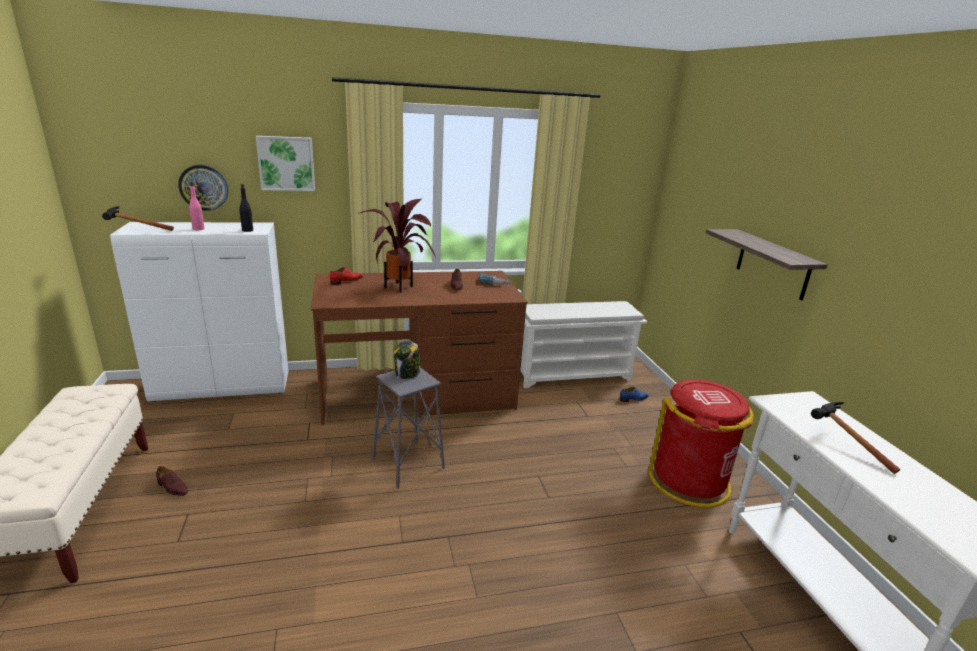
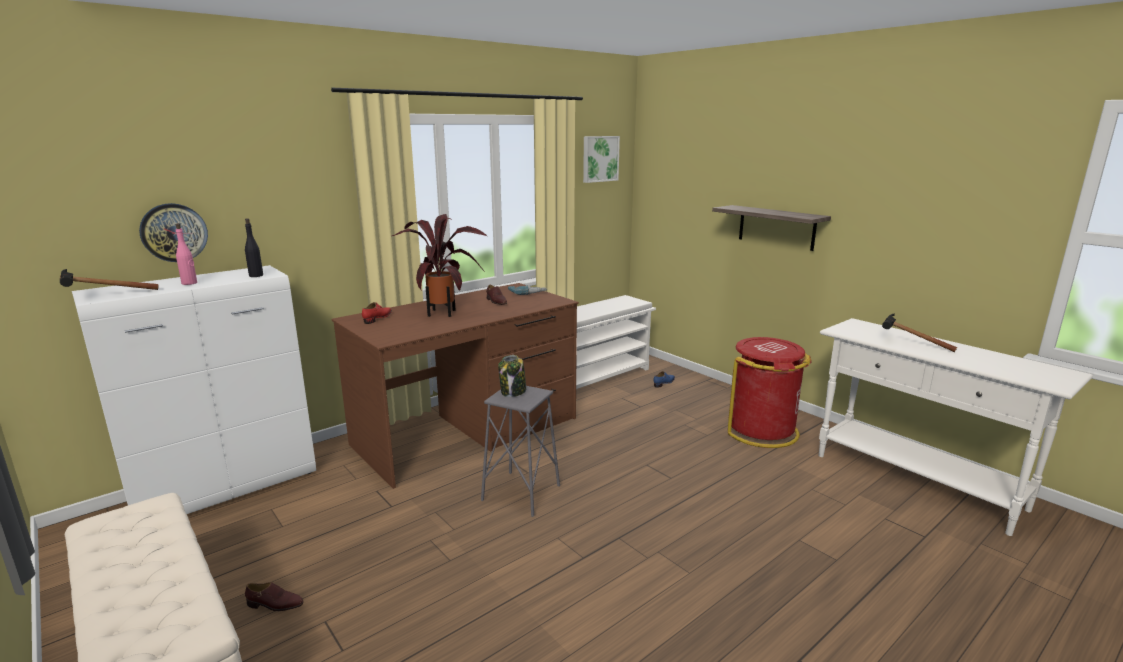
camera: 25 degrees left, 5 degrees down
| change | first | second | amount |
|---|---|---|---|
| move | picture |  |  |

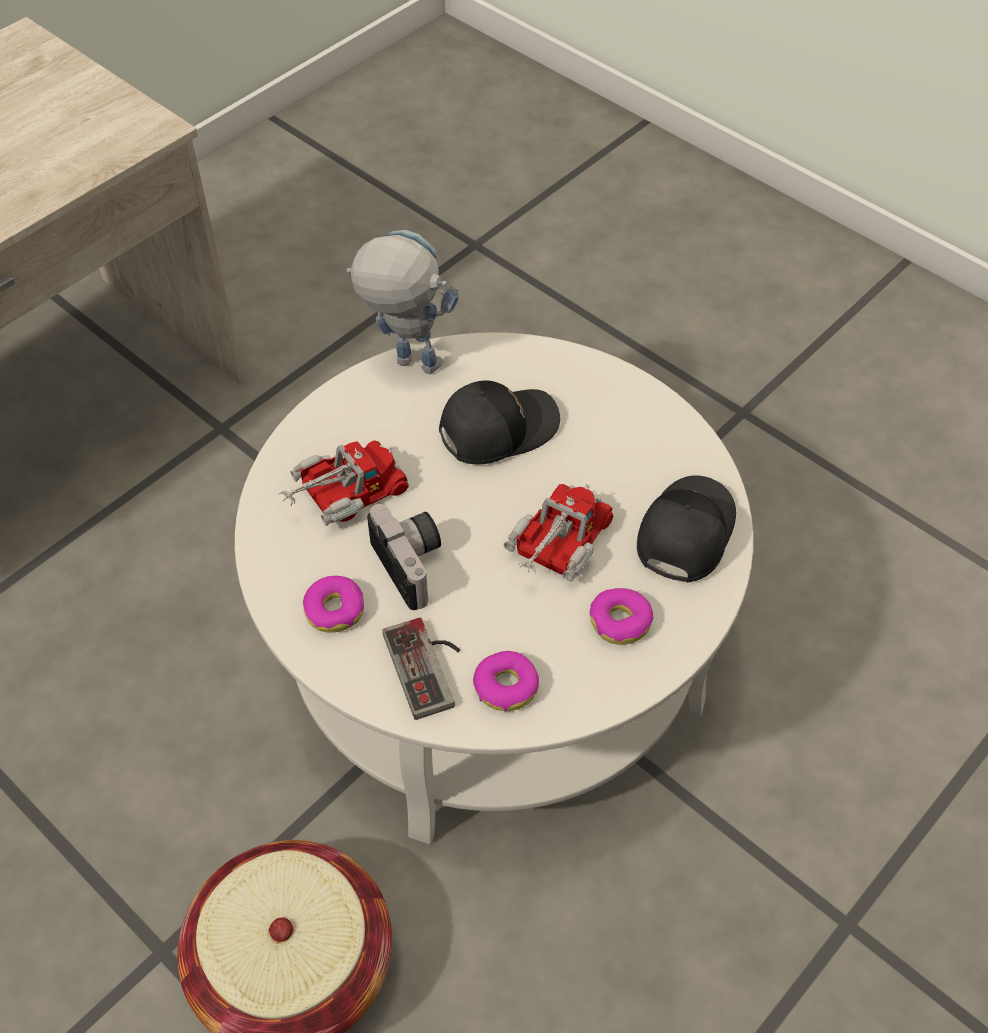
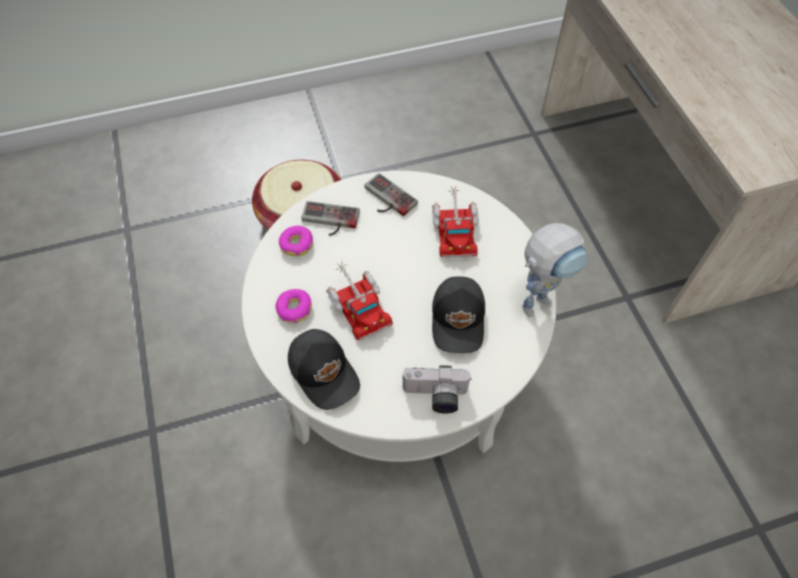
camera: 120 degrees right, 5 degrees up
| change | first | second | amount |
|---|---|---|---|
| move | still camera |  |  |
| replace | ring doughnut (1st from left) | game controller (2nd from left) |  |

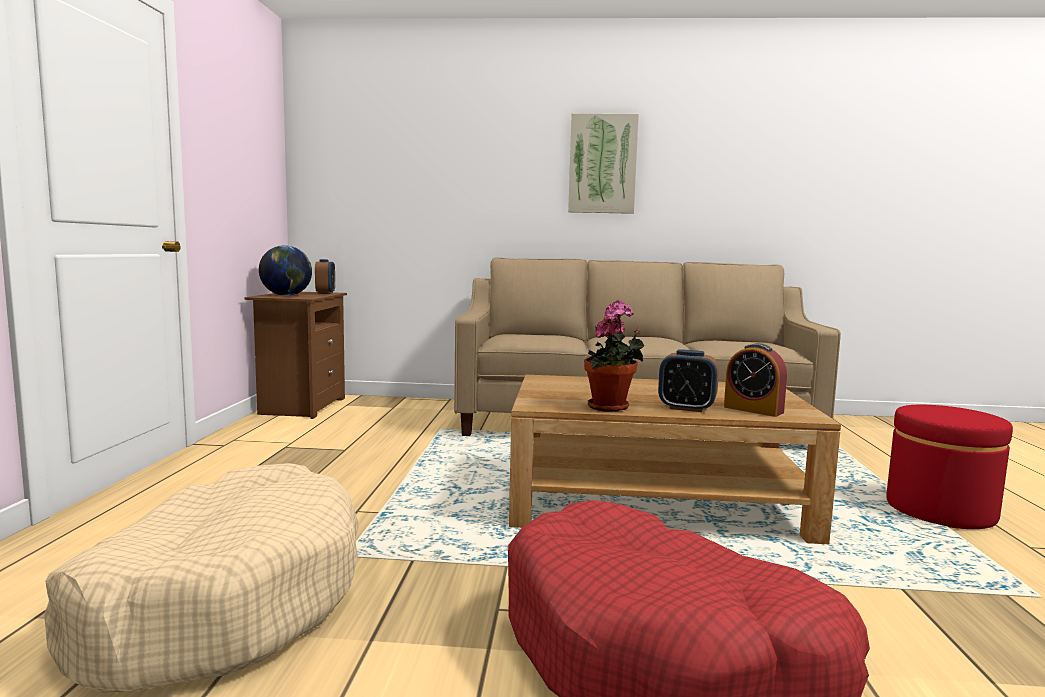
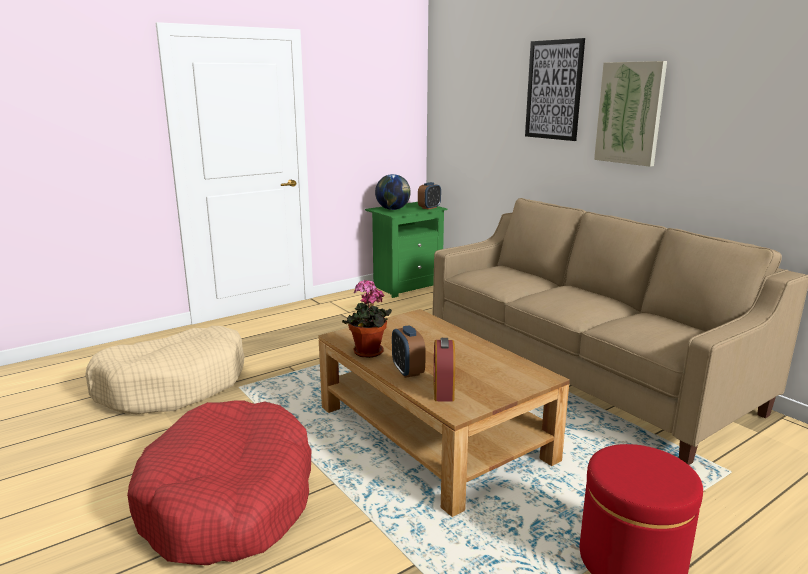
camera: 50 degrees right, 10 degrees up
| change | first | second | amount |
|---|---|---|---|
| recolor | brownish bedside table | green bedside table |  |
| insert |  | picture (1st from left) |  |

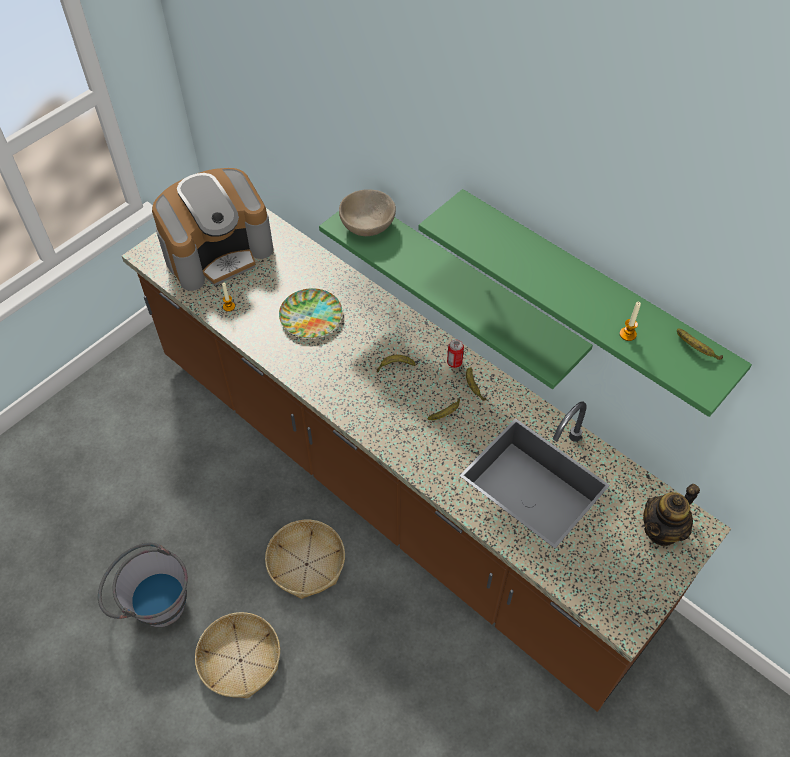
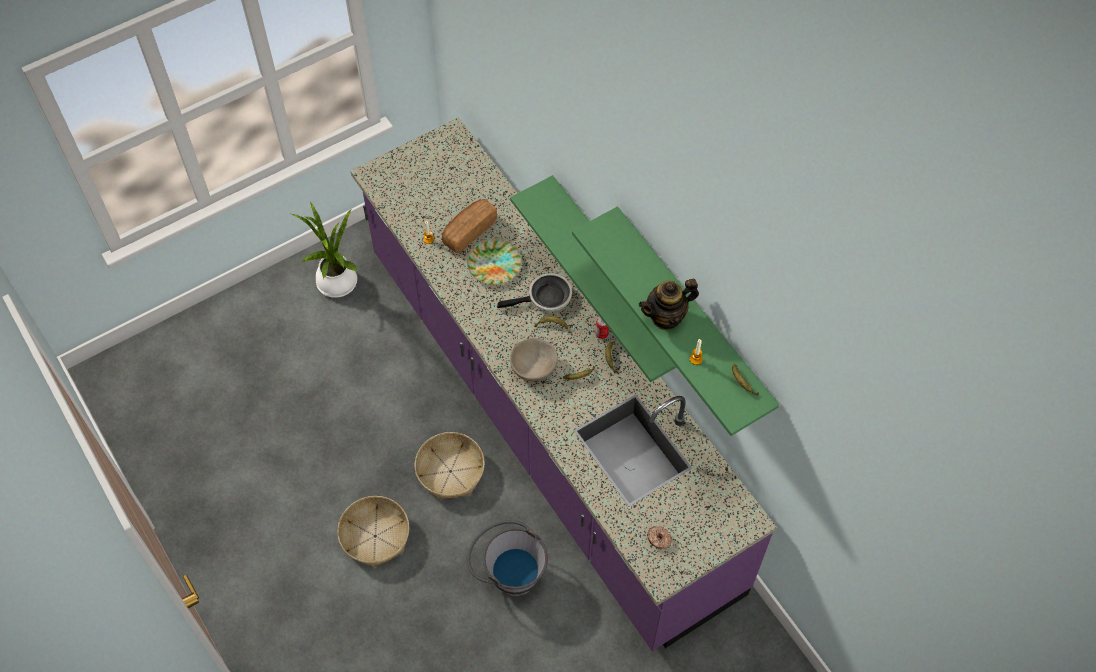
camera: 15 degrees right, 5 degrees up
| change | first | second | amount |
|---|---|---|---|
| delete | coffee maker |  |  |
| move | beige bowl |  |  |
| recolor | brownish kitchen base unit | purple-coloured kitchen base unit |  |
| move | tea pot |  |  |
| move | gray bucket |  |  |
| insert |  | baked bread |  |
| insert |  | houseplant |  |
| insert |  | skillet |  |
| insert |  | ring doughnut |  |

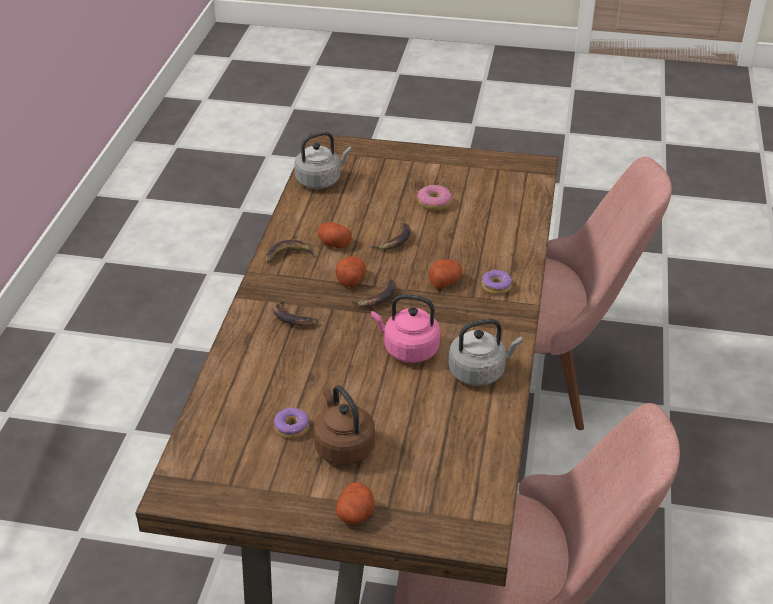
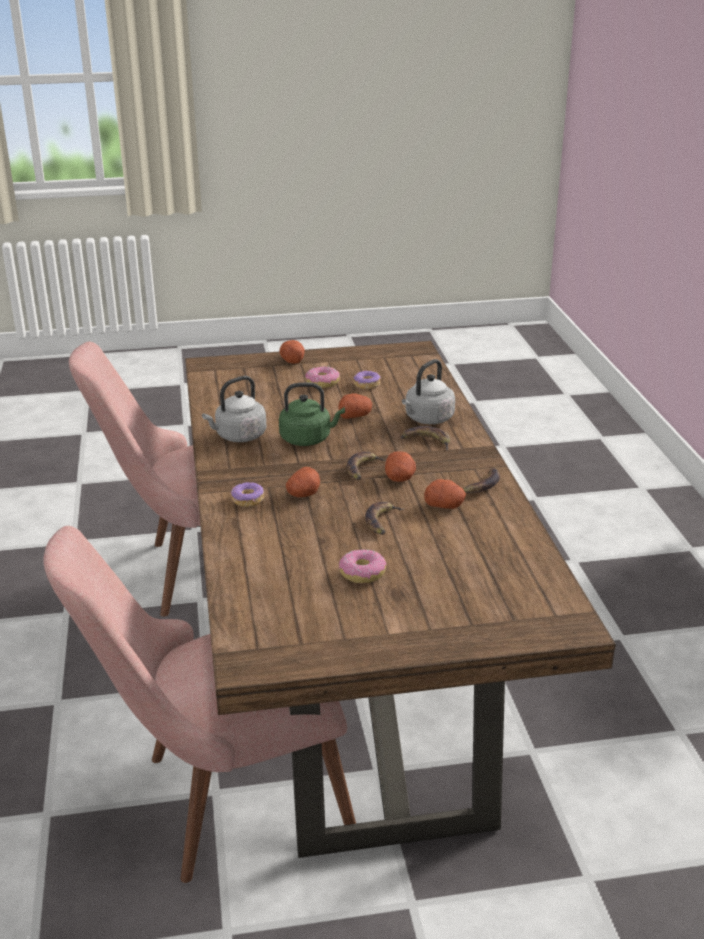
camera: 160 degrees right, 10 degrees down
| change | first | second | amount |
|---|---|---|---|
| move | gray water kettle (1st from left in the first image) | gray water kettle (2nd from left) |  |
| recolor | pink water kettle | green water kettle |  |
| replace | brownish water kettle | ring doughnut (2nd from left) |  |
| insert |  | spud (3rd from left) |  |

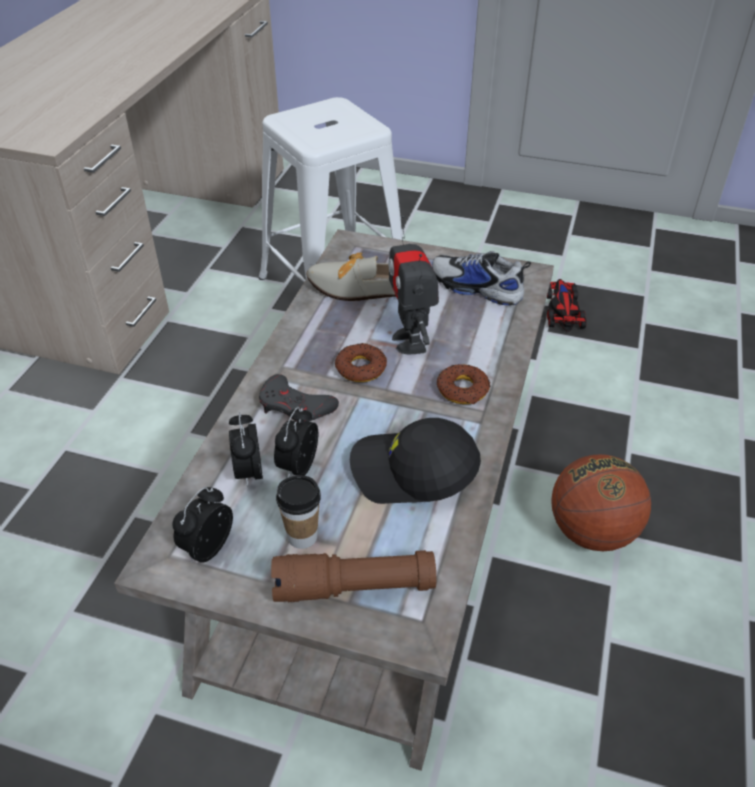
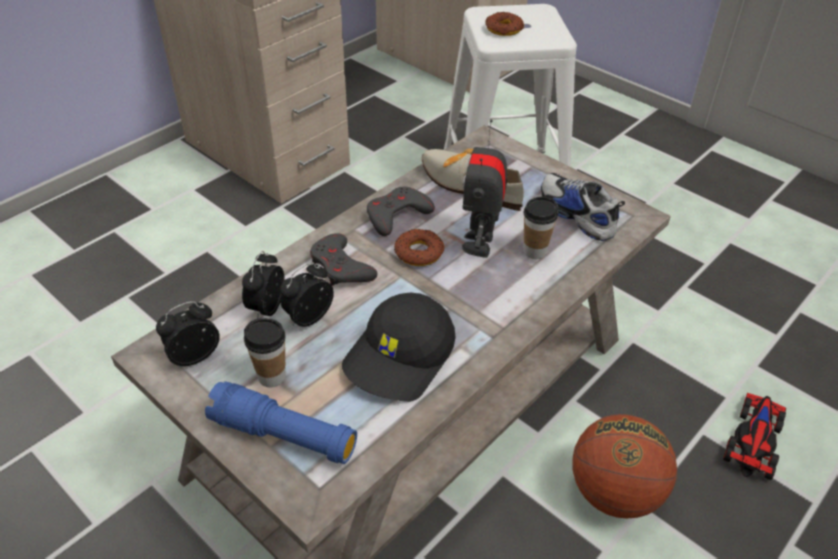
camera: 25 degrees right, 0 degrees up
| change | first | second | amount |
|---|---|---|---|
| move | toy car |  |  |
| move | ring doughnut (2nd from left) |  |  |
| rotate | black baseball cap |  | 90 degrees counterclockwise |
| recolor | brownish flashlight | blue flashlight |  |
| insert |  | gray game controller (2nd from left) |  |
| insert |  | small cup (2nd from left) |  |

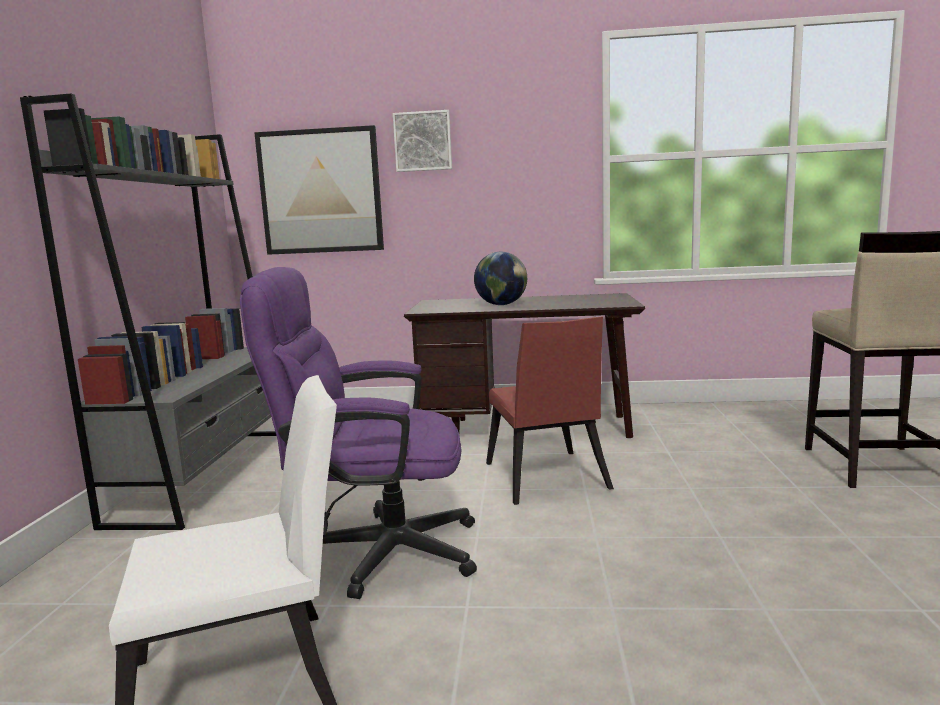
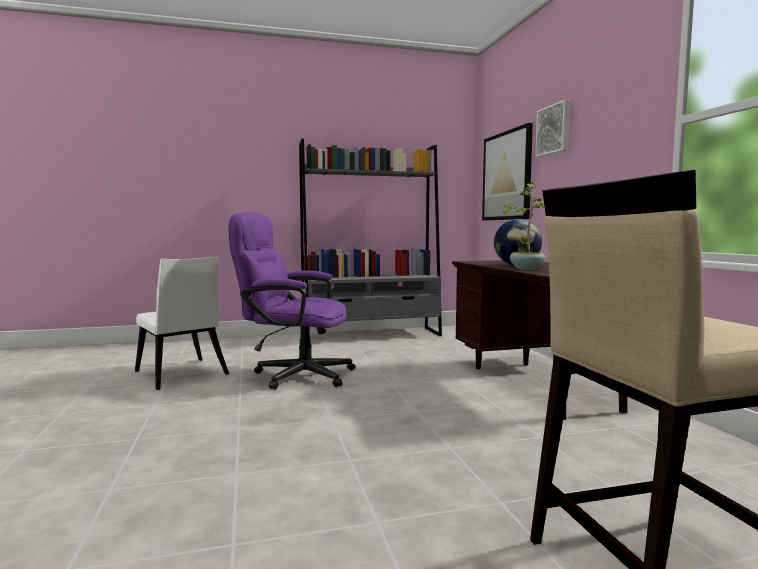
camera: 70 degrees right, 5 degrees down
| change | first | second | amount |
|---|---|---|---|
| rotate | purple-coloured computer chair |  | 60 degrees counterclockwise |
| delete | reddish upright chair |  |  |
| insert |  | houseplant |  |

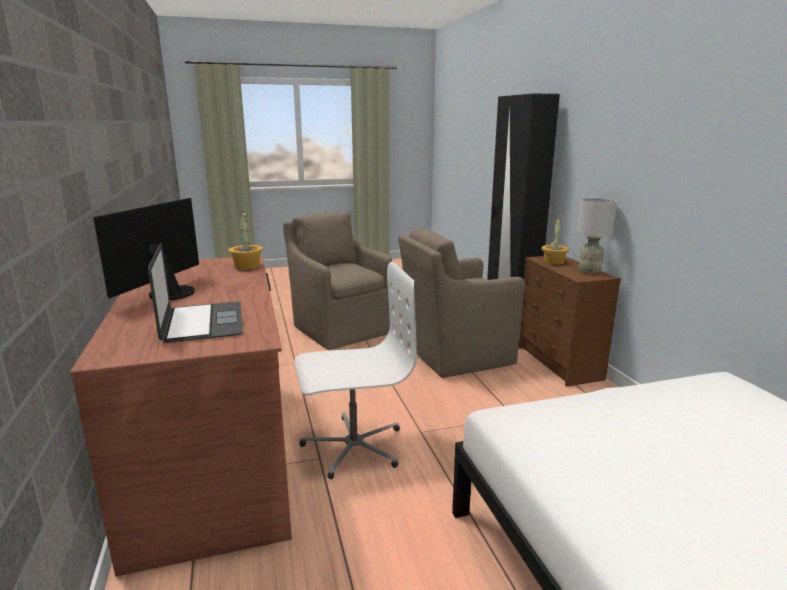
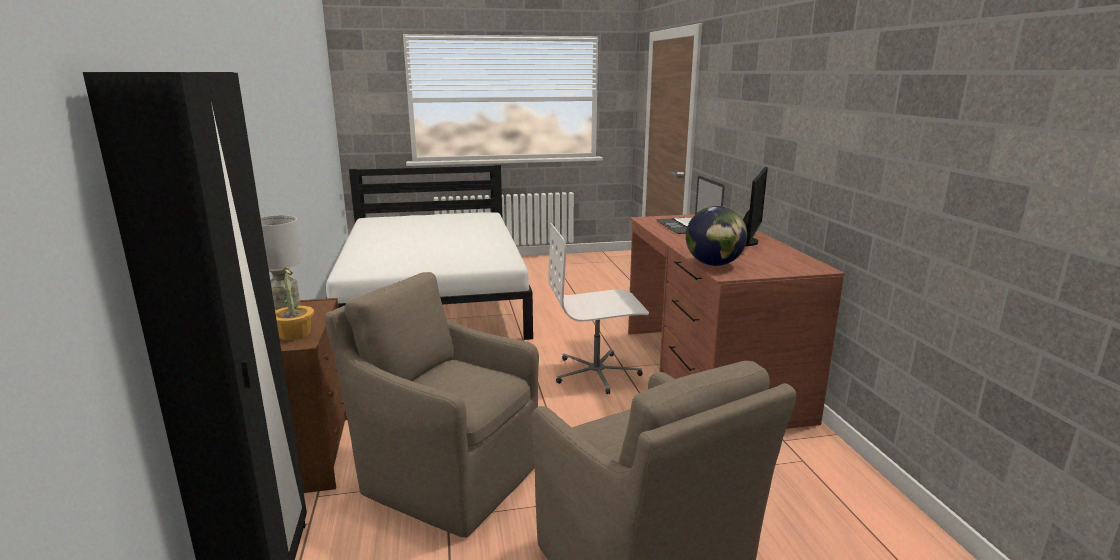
camera: 175 degrees left, 0 degrees up
| change | first | second | amount |
|---|---|---|---|
| replace | houseplant (1st from left) | world globe |  |
| rotate | brownish easy chair (2nd from left in the first image) | brownish easy chair (1st from left) | 135 degrees counterclockwise |

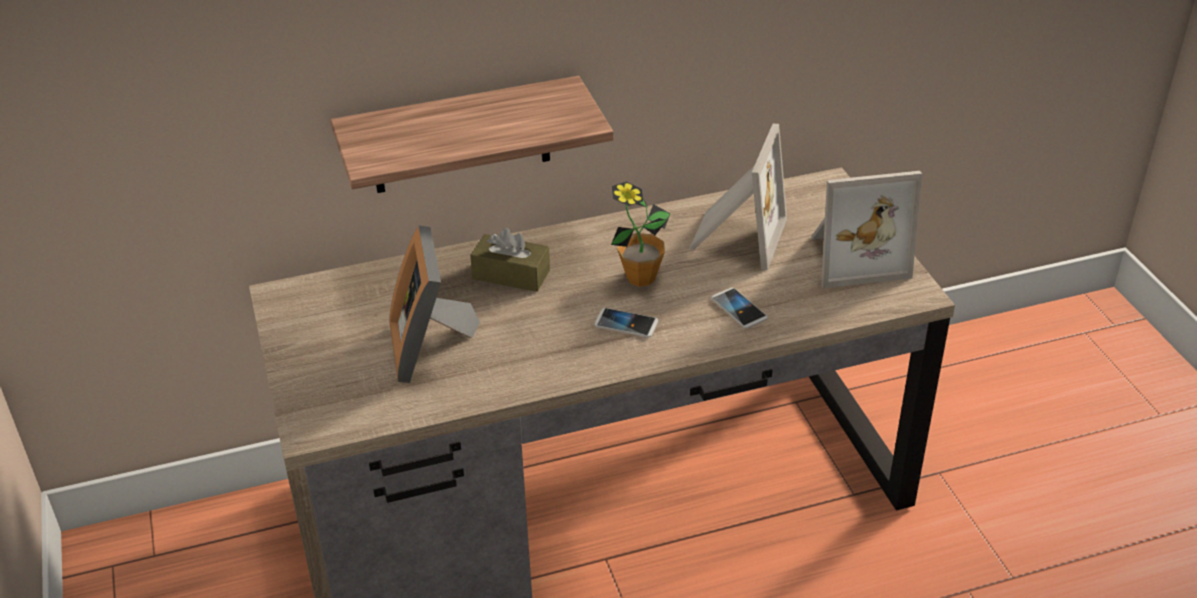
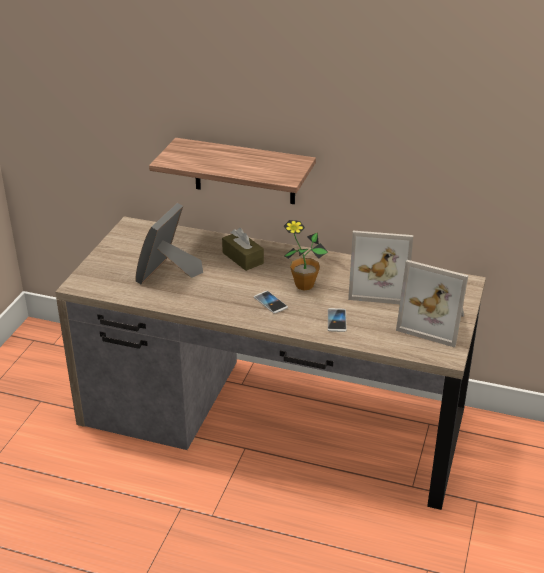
camera: 35 degrees right, 5 degrees down
| change | first | second | amount |
|---|---|---|---|
| rotate | standing frame (2nd from left) |  | 45 degrees clockwise |

